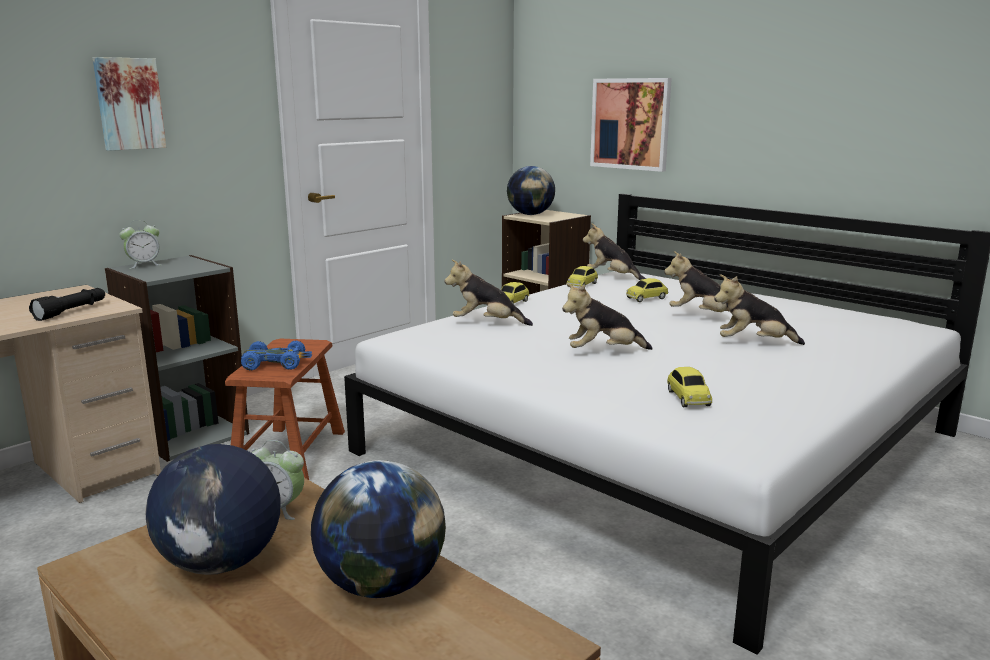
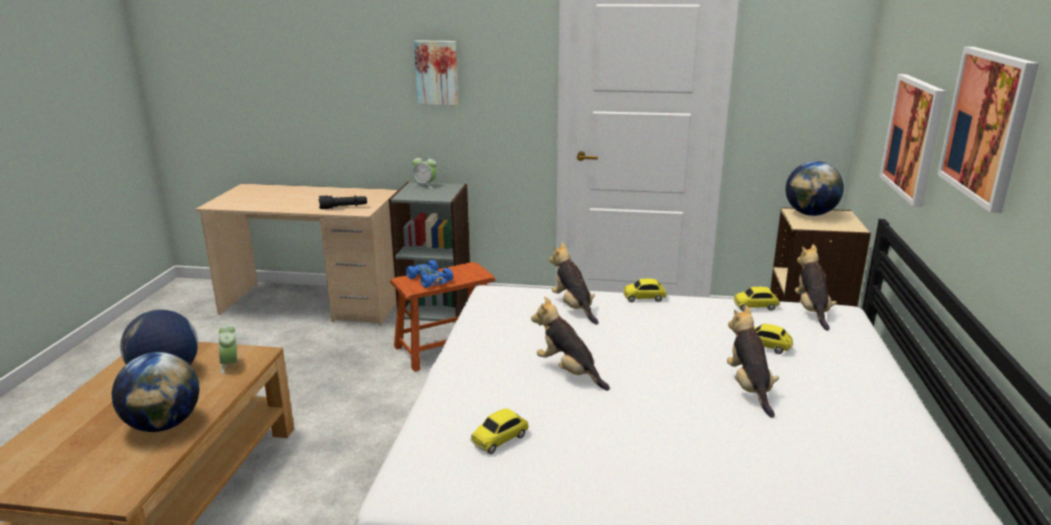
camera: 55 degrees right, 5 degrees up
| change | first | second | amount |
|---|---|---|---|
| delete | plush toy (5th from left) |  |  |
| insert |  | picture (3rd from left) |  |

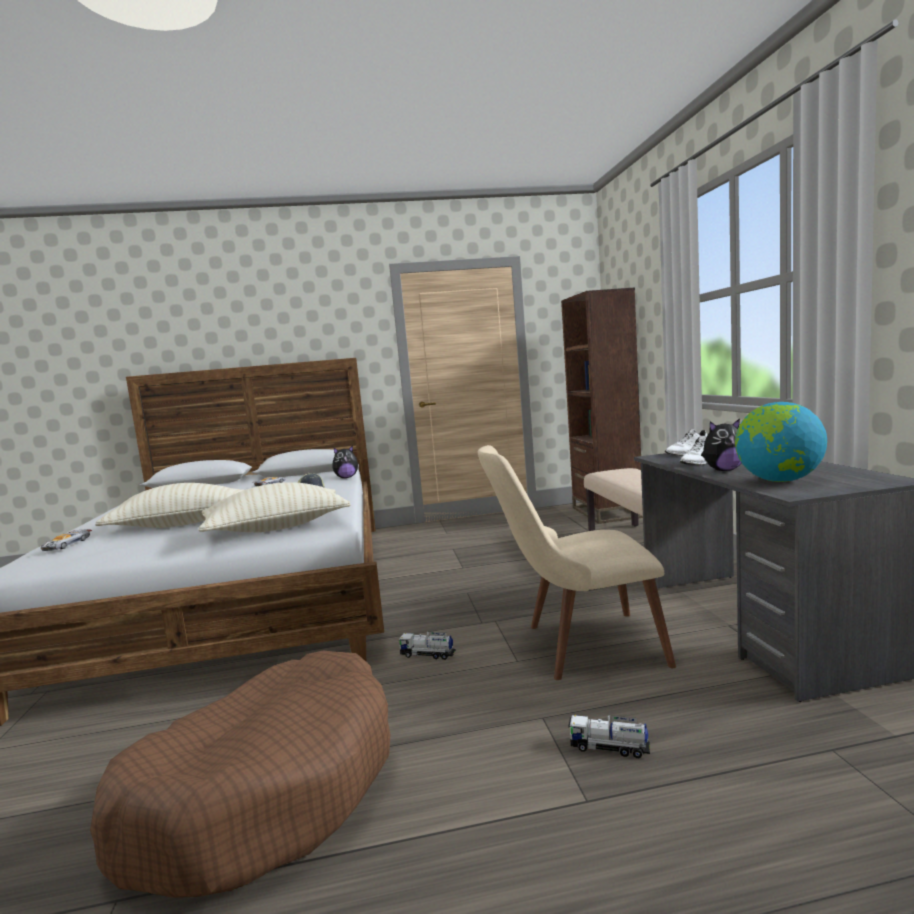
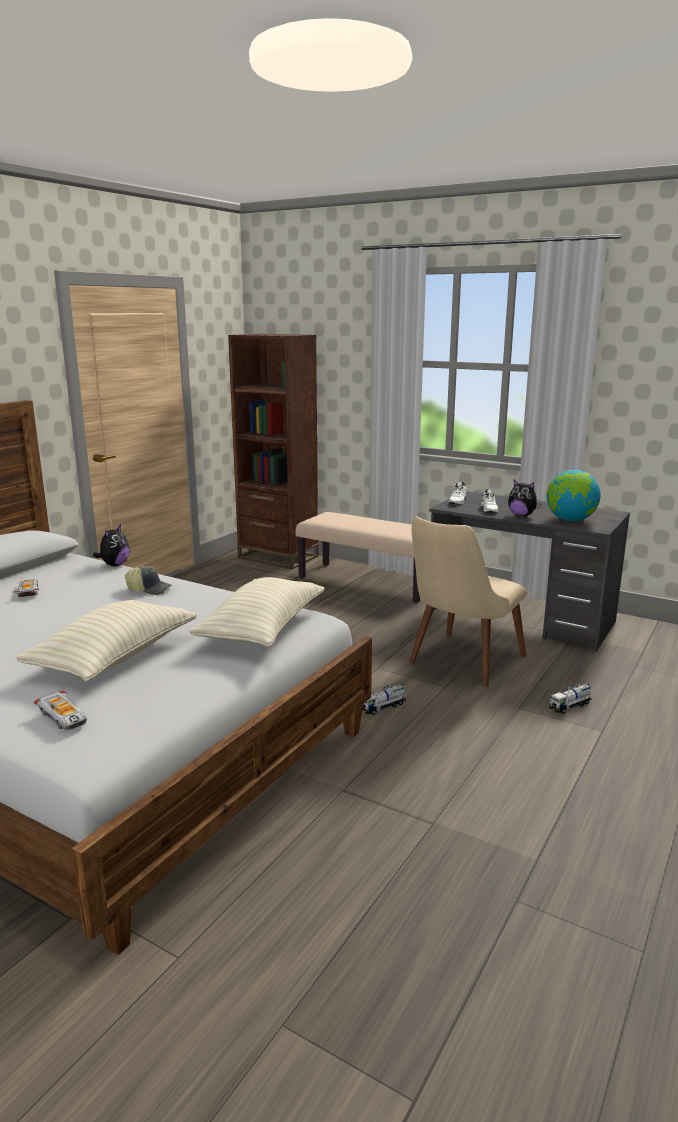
camera: 50 degrees left, 10 degrees up
| change | first | second | amount |
|---|---|---|---|
| rotate | plush toy (2nd from left) |  | 90 degrees clockwise |
| delete | brownish pet bed |  |  |

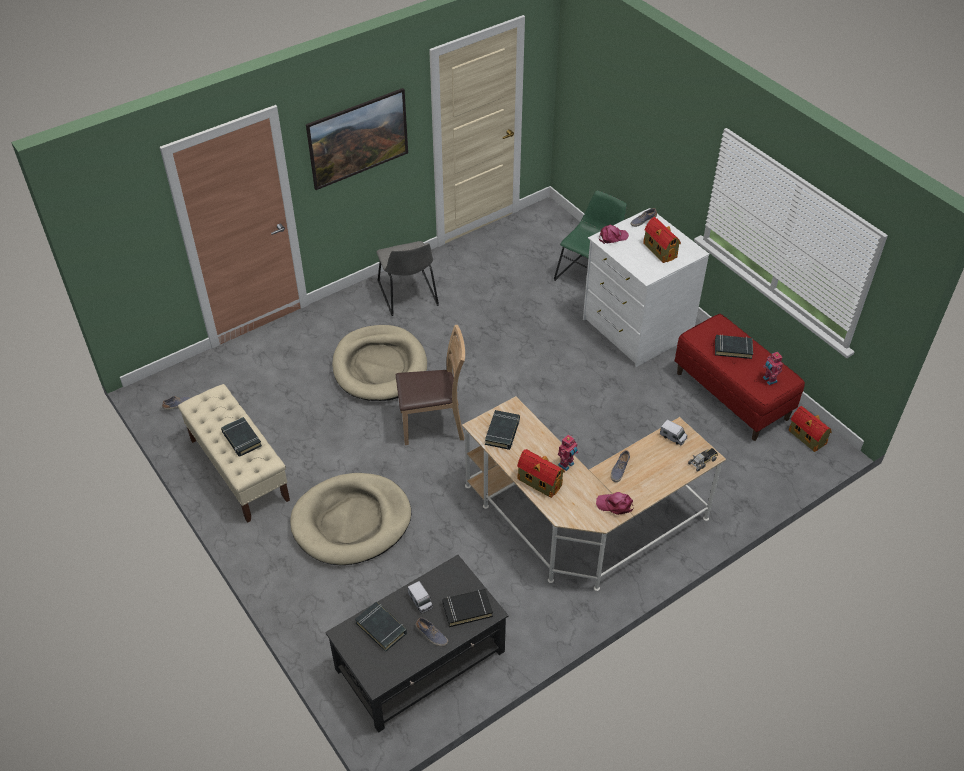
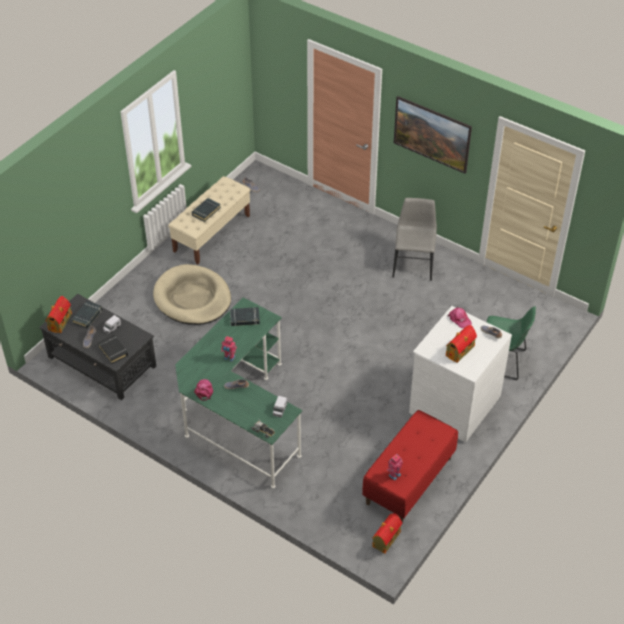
camera: 70 degrees right, 0 degrees up
| change | first | second | amount |
|---|---|---|---|
| rotate | gray upright chair |  | 135 degrees clockwise |
| delete | beige pet bed (2nd from left) |  |  |
| delete | brownish upright chair |  |  |
| delete | black volume (5th from left) |  |  |
| recolor | beige desk table | green desk table |  |
| move | miniature house (1st from left) |  |  |

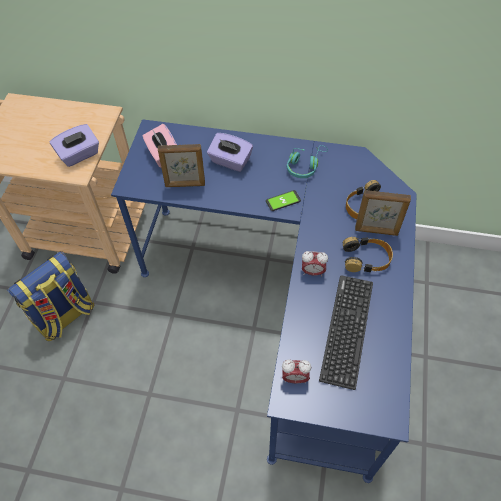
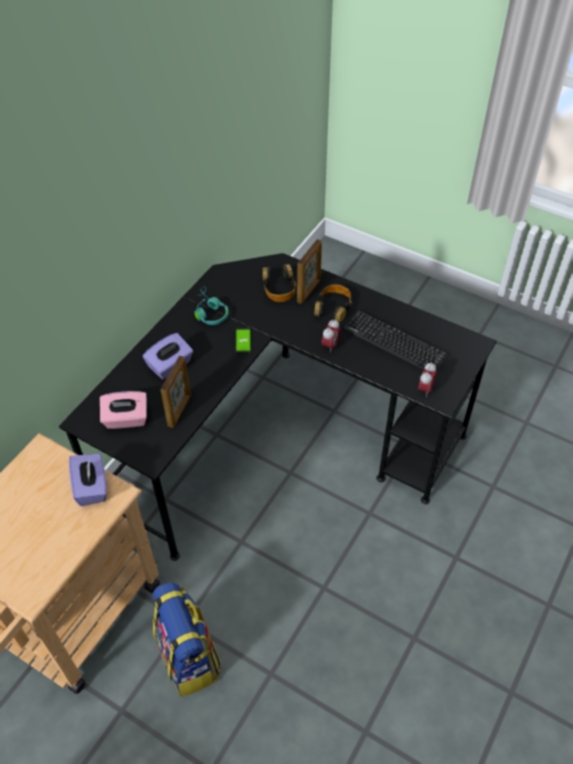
camera: 70 degrees left, 5 degrees down
| change | first | second | amount |
|---|---|---|---|
| recolor | blue desk table | black desk table |  |

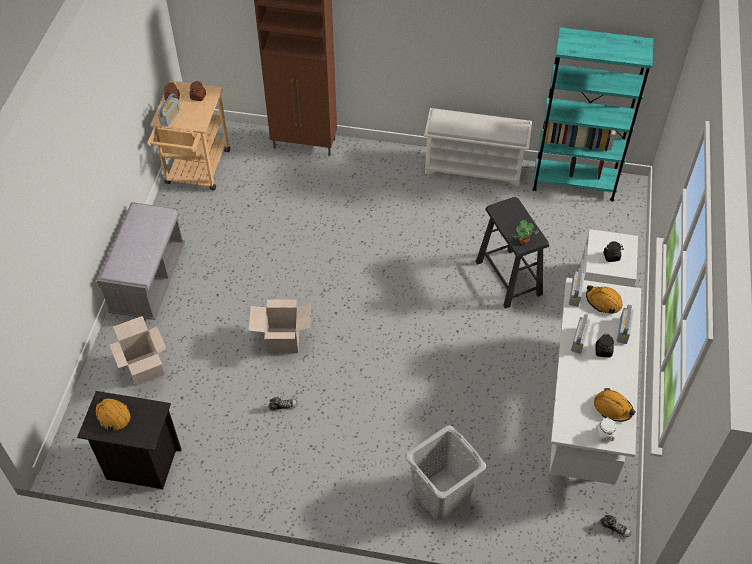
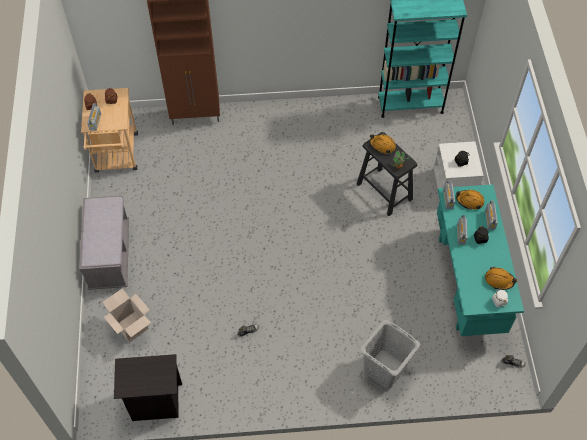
camera: 15 degrees left, 5 degrees up
| change | first | second | amount |
|---|---|---|---|
| delete | white-coloured shoe rack |  |  |
| recolor | white-coloured desk table | turquoise-coloured desk table |  |
| delete | cardboard box (2nd from left) |  |  |
| move | orange-coloured safety helmet (1st from left) |  |  |

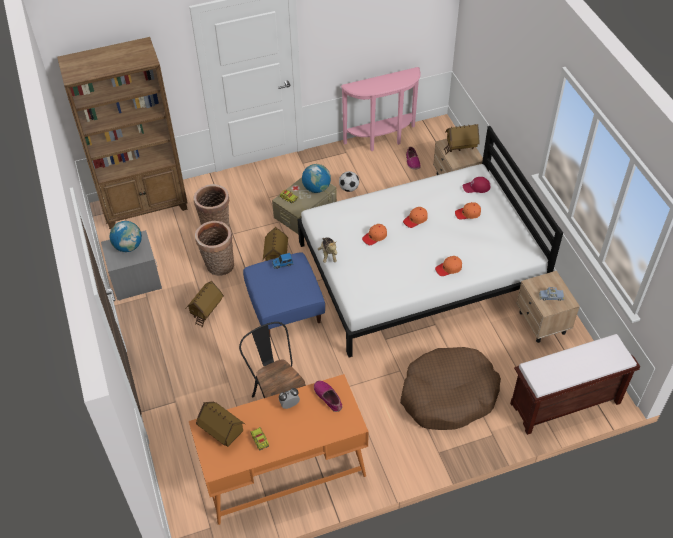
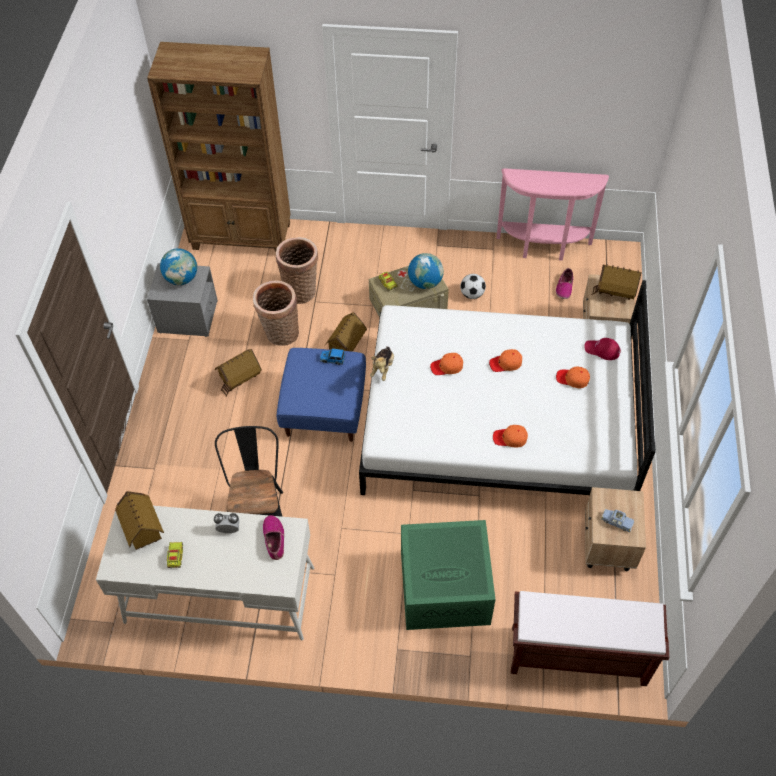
camera: 25 degrees right, 5 degrees up
| change | first | second | amount |
|---|---|---|---|
| replace | brownish pet bed | green storage bin |  |
| recolor | orange-coloured desk table | white-coloured desk table |  |

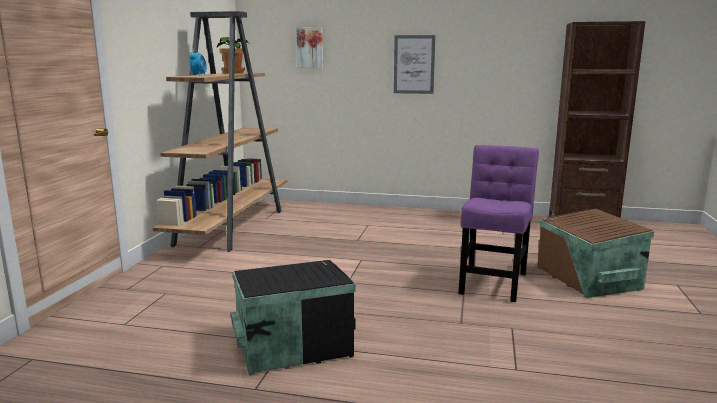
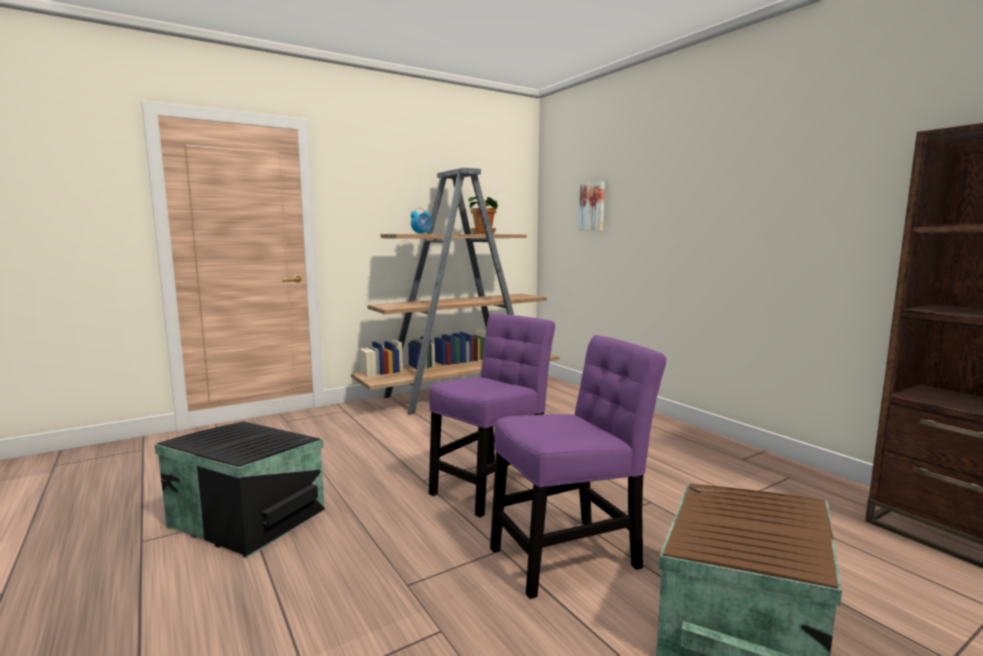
camera: 45 degrees right, 5 degrees down
| change | first | second | amount |
|---|---|---|---|
| delete | picture (2nd from left) |  |  |
| insert |  | purple-coloured upright chair (1st from left) |  |

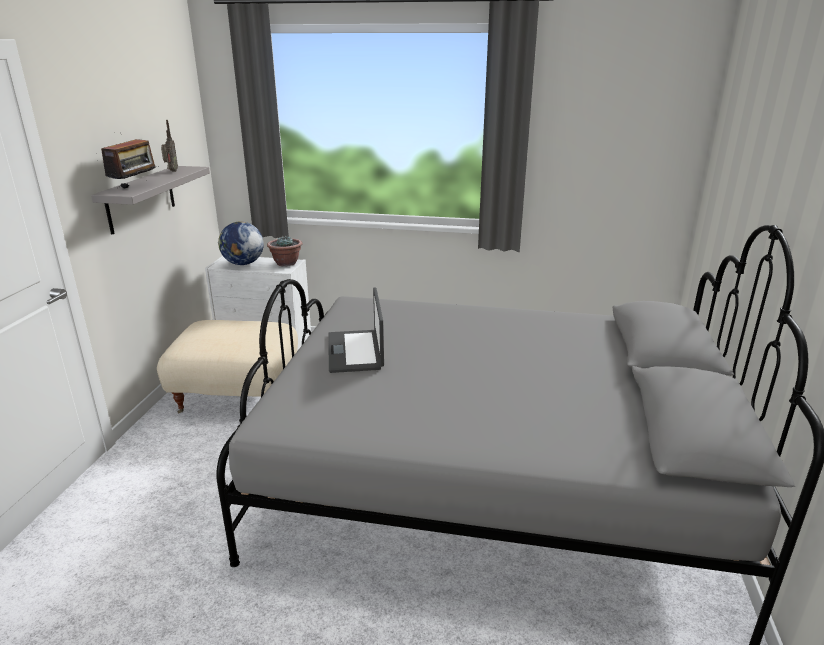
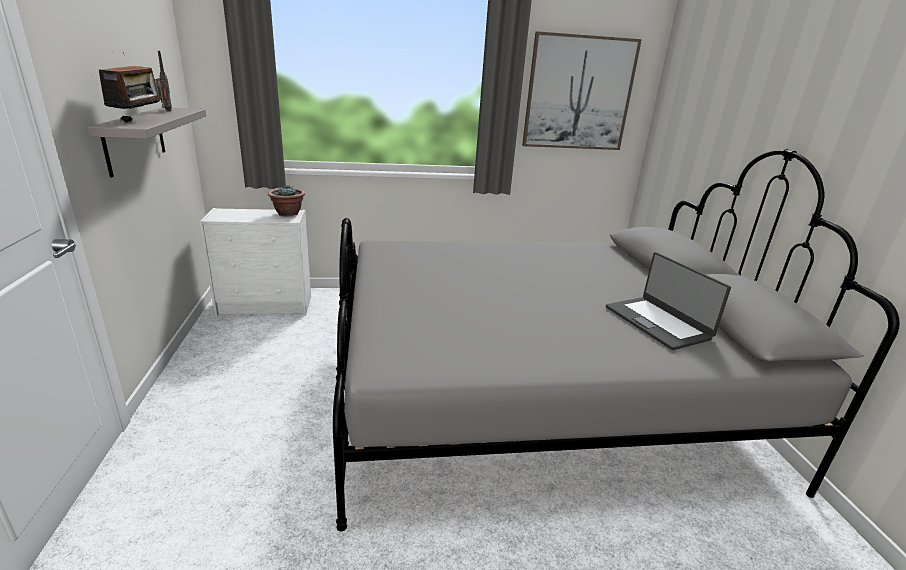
camera: 20 degrees left, 0 degrees up
| change | first | second | amount |
|---|---|---|---|
| delete | world globe |  |  |
| move | laptop |  |  |
| delete | beige pouffe |  |  |
| insert |  | picture |  |

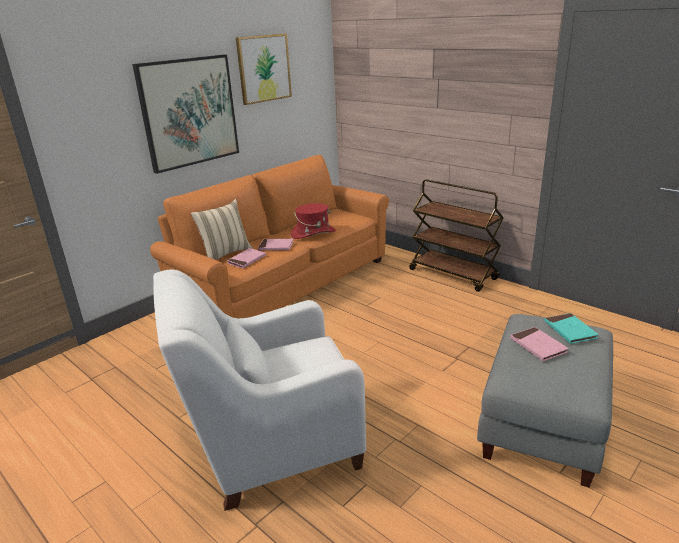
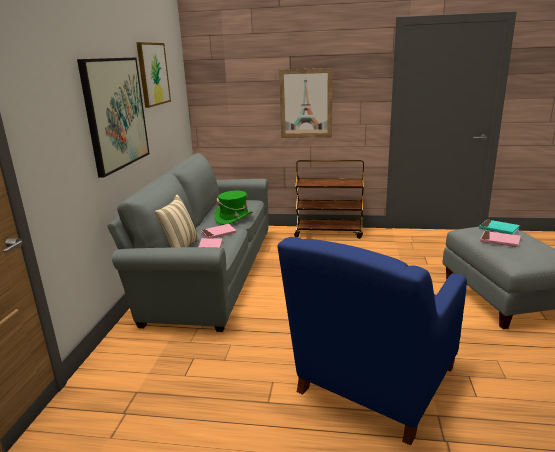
camera: 35 degrees left, 5 degrees down
| change | first | second | amount |
|---|---|---|---|
| recolor | orange-coloured settee | gray settee |  |
| recolor | reddish clothing hat | green clothing hat |  |
| recolor | white-coloured easy chair | blue easy chair |  |
| insert |  | picture (3rd from left) |  |

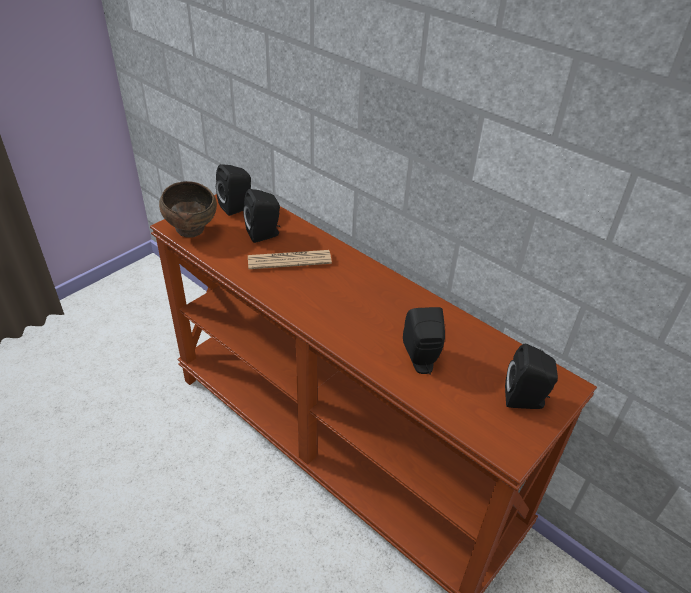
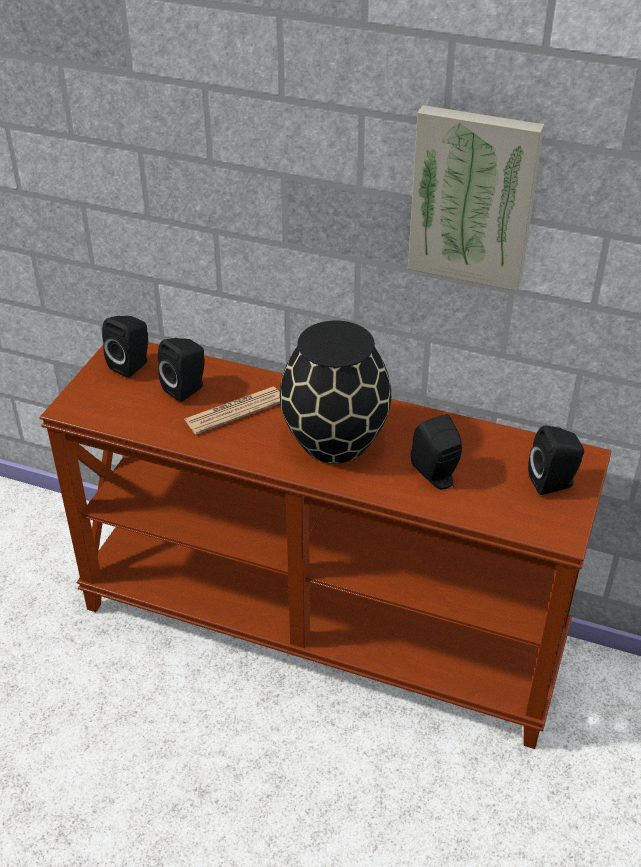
camera: 20 degrees left, 0 degrees up
| change | first | second | amount |
|---|---|---|---|
| delete | brownish bowl |  |  |
| insert |  | picture |  |
| insert |  | black flower vase |  |

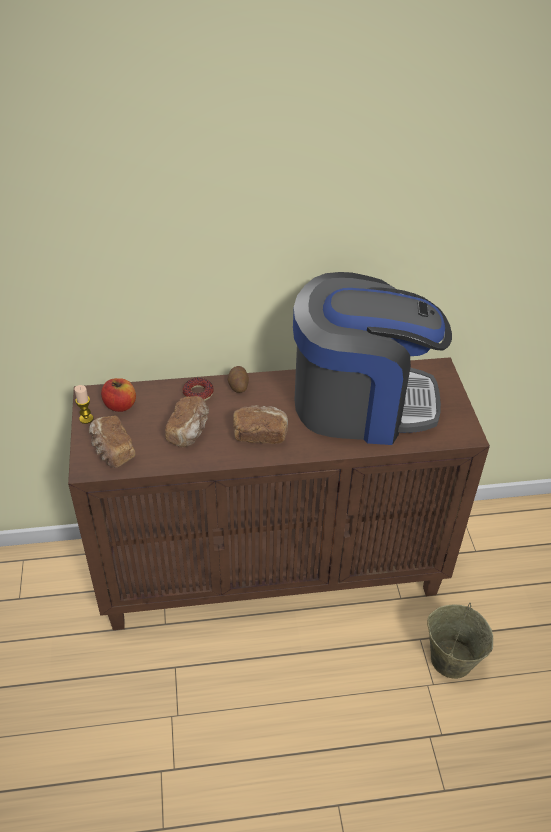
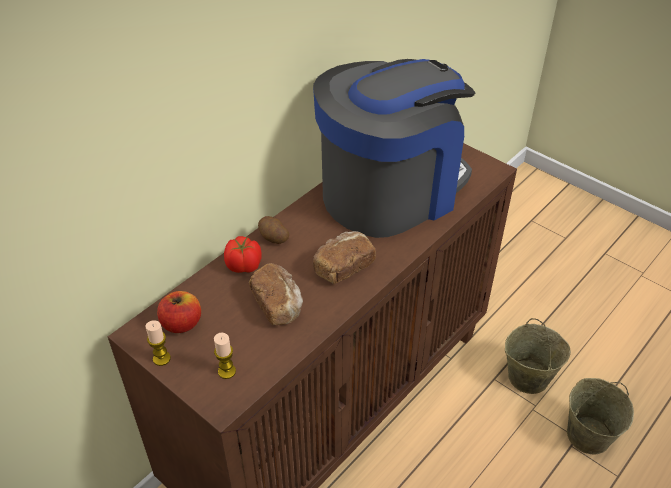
camera: 40 degrees left, 0 degrees up
| change | first | second | amount |
|---|---|---|---|
| replace | ring doughnut | whole tomato |  |
| replace | baked bread (1st from left) | wax candle (2nd from left) |  |
| insert |  | beige bucket (2nd from left) |  |

